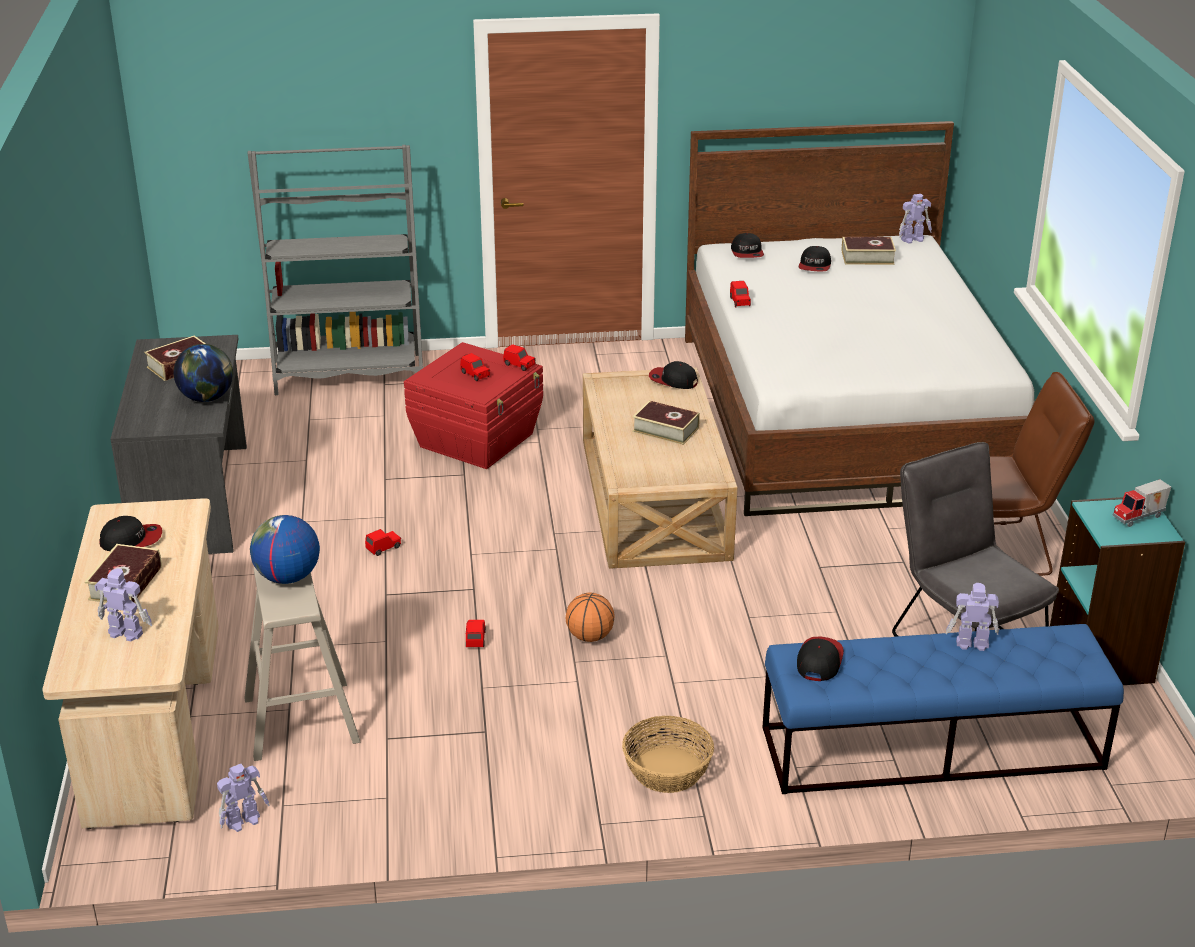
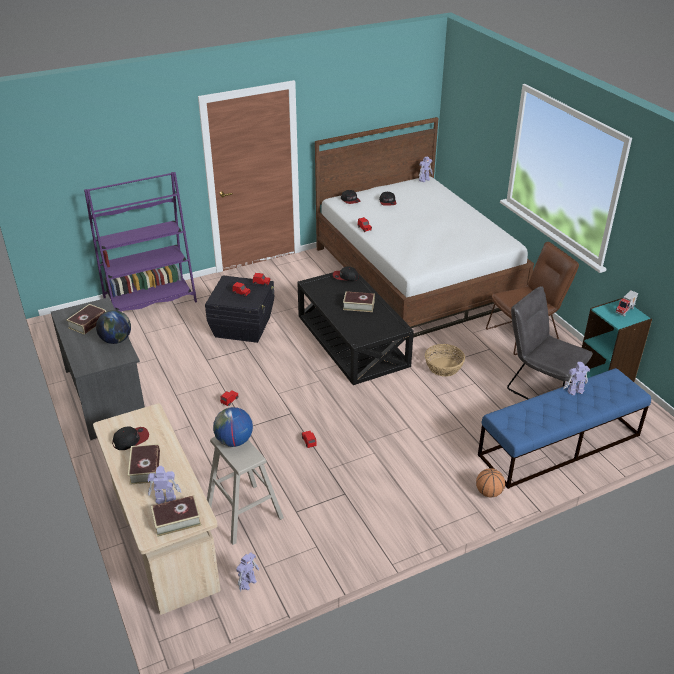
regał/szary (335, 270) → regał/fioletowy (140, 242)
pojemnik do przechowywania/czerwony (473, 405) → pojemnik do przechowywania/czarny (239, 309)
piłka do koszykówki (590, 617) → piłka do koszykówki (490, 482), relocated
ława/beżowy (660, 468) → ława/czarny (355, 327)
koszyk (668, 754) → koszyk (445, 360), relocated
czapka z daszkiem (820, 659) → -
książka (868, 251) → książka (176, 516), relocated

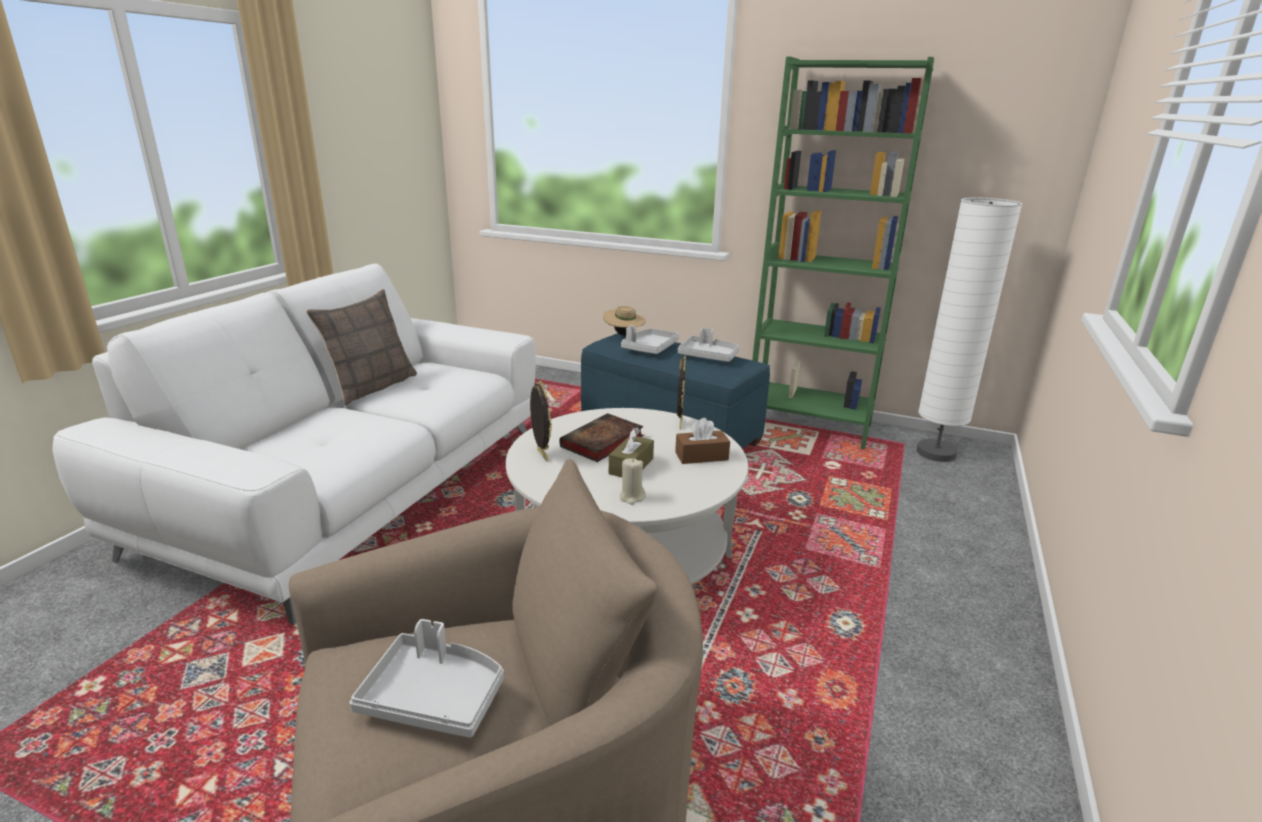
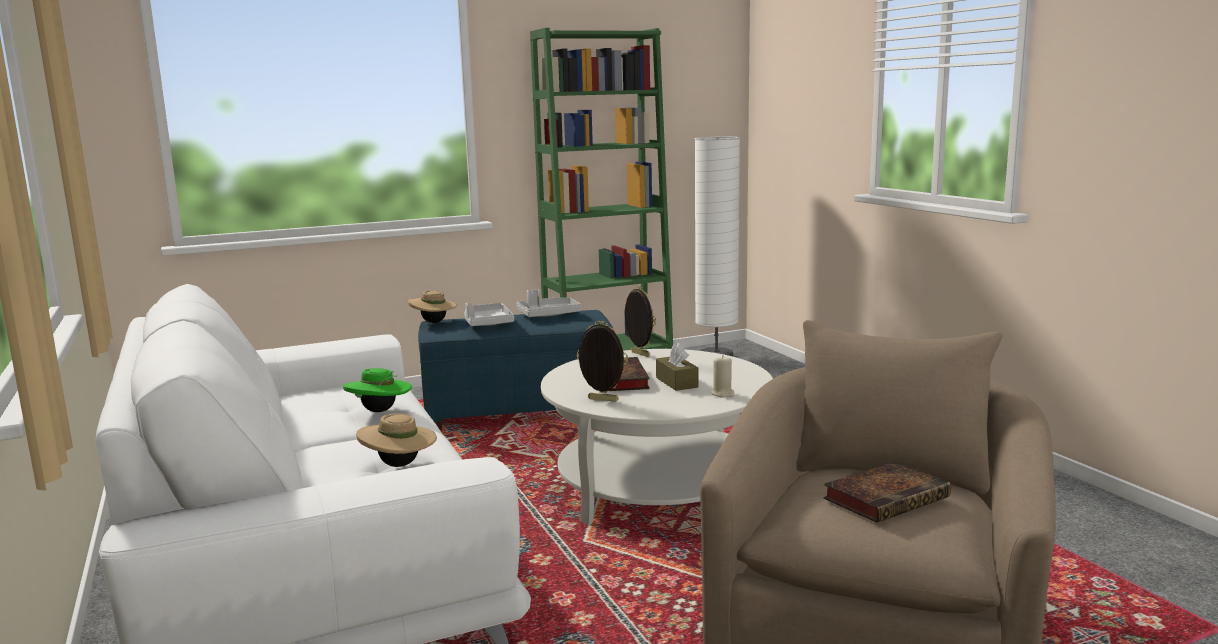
poduszka (361, 347) → -
taca/szary (426, 678) → książka (887, 492)
pudełko chusteczek/brązowy (702, 441) → -
- → kapelusz/zielony (377, 390)
- → kapelusz/beżowy (396, 440)

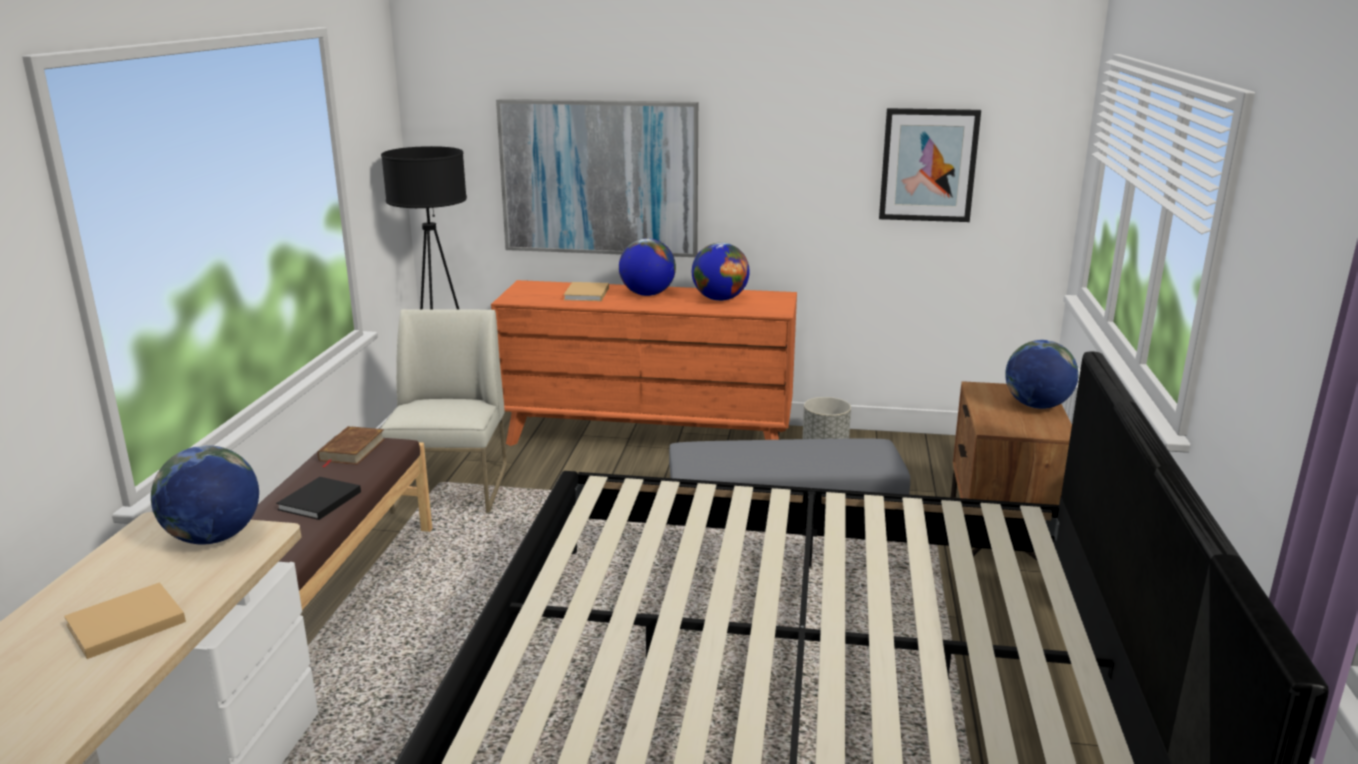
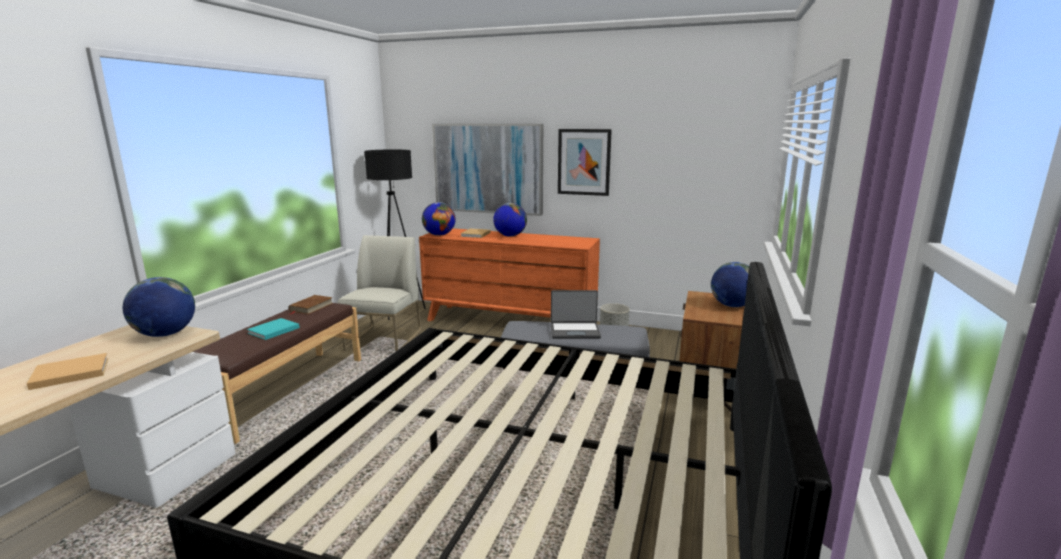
książka/czarny (318, 498) → książka/turkusowy (273, 329)
globus (721, 271) → globus (439, 219), relocated
obraz (930, 165) → obraz (585, 162), relocated
- → laptop (576, 314)

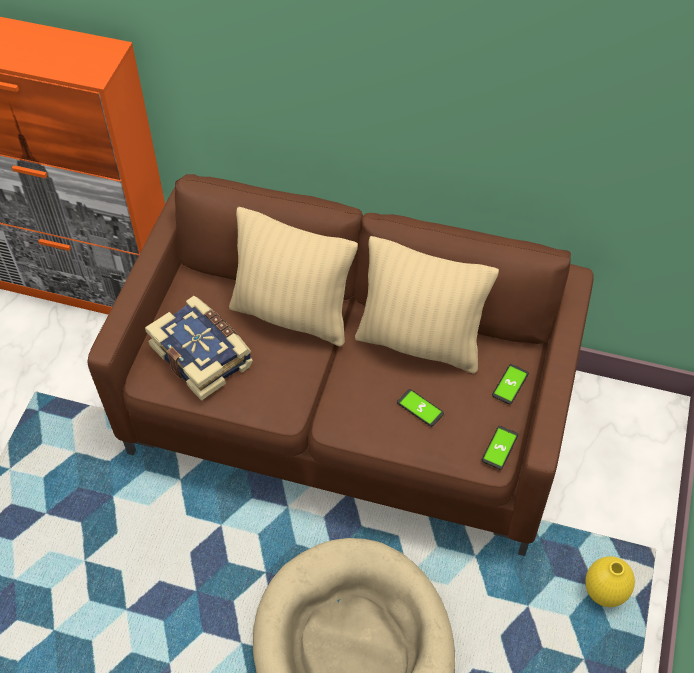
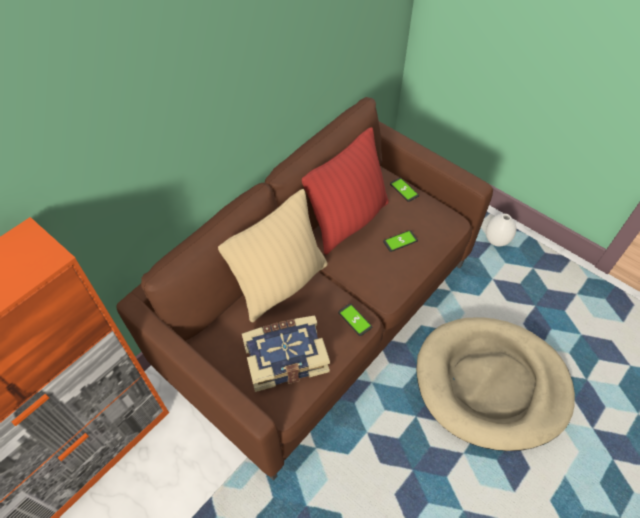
poduszka/beżowy (427, 305) → poduszka/czerwony (345, 190)
telefon (500, 447) → telefon (355, 320), relocated
wazon/żółty (610, 581) → wazon/biały (501, 230)

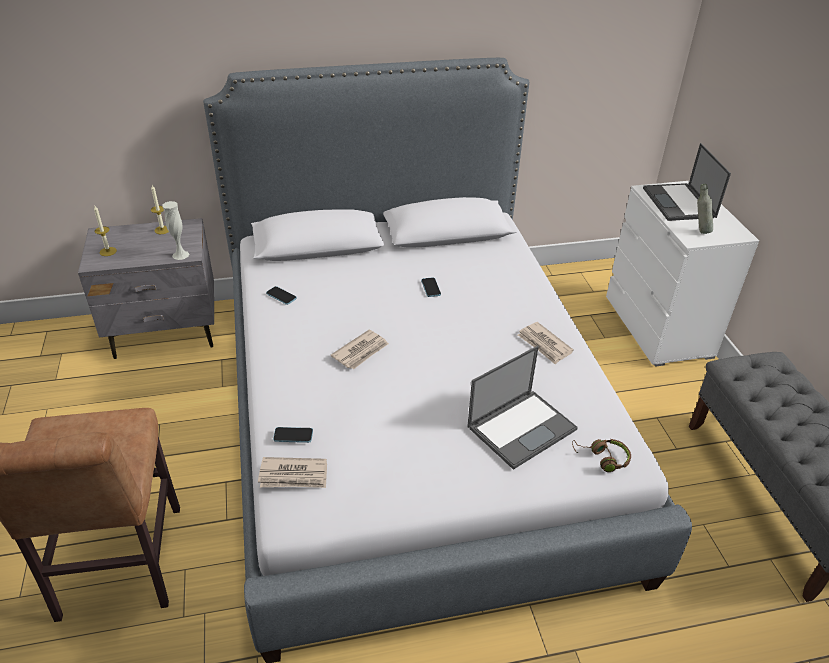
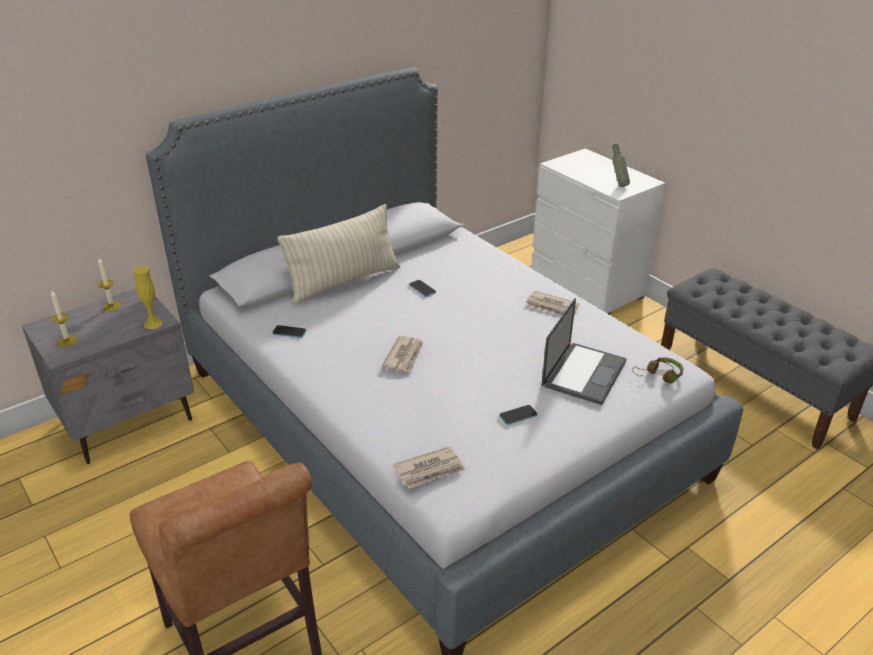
wazon/biały (175, 230) → wazon/żółty (147, 297)
telefon (293, 435) → telefon (518, 415), relocated
laptop (687, 182) → -
- → poduszka/beżowy (338, 254)

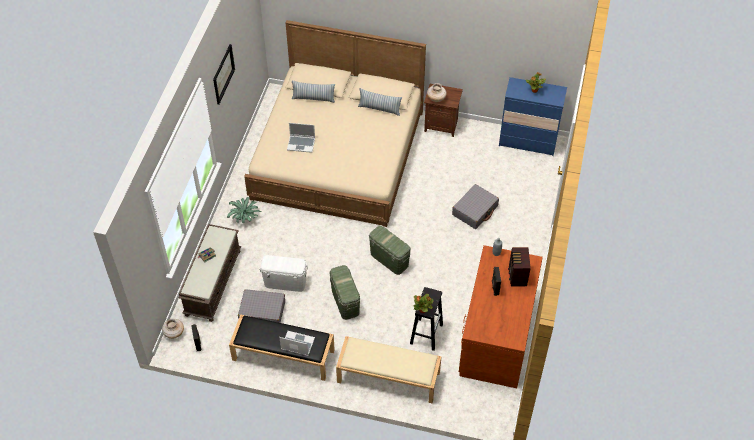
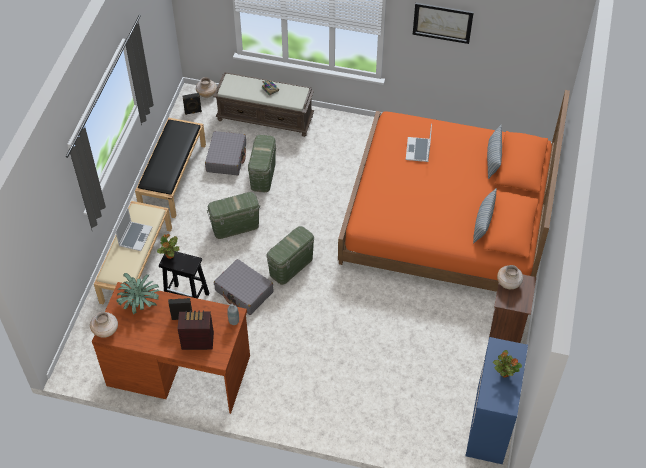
roślina doniczkowa (244, 210) → roślina doniczkowa (137, 293), relocated
łóżko/beżowy (335, 123) → łóżko/pomarańczowy (454, 191)
pojemnik do przechowywania/biały (284, 273) → pojemnik do przechowywania/zielony (262, 163)
laptop (297, 343) → laptop (133, 229), relocated
walizka/szary (475, 206) → walizka/szary (243, 287), relocated
- → wazon/beżowy (104, 325)

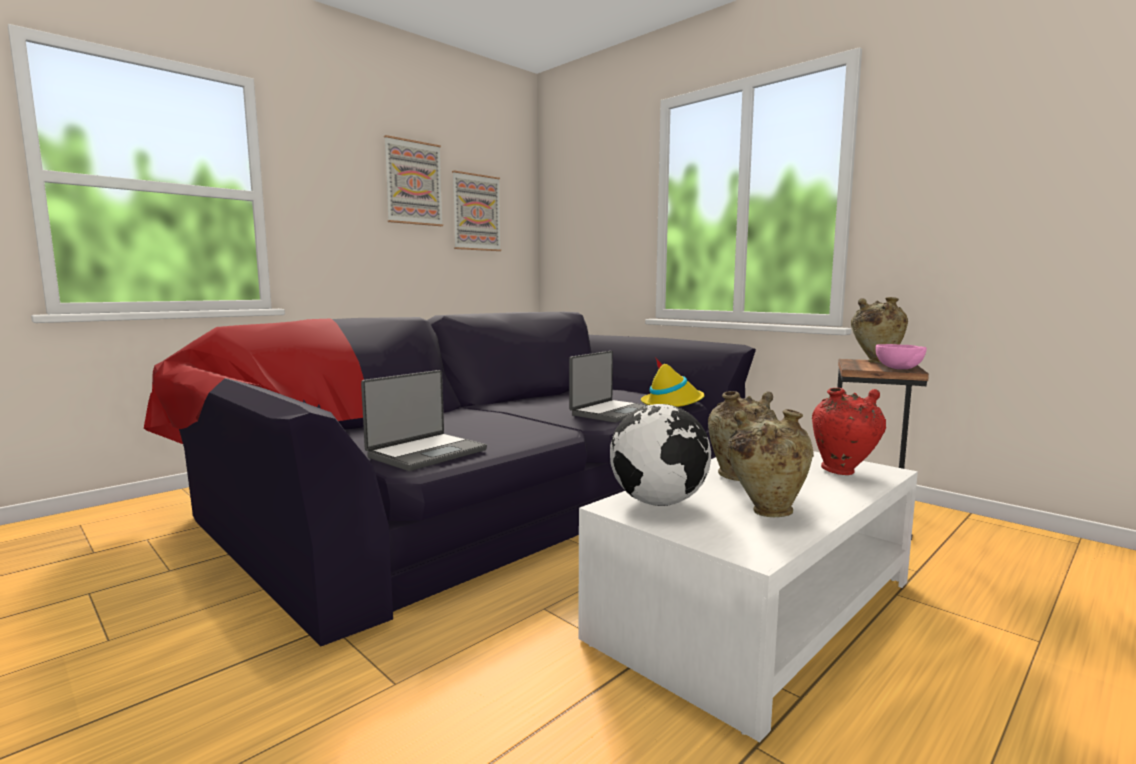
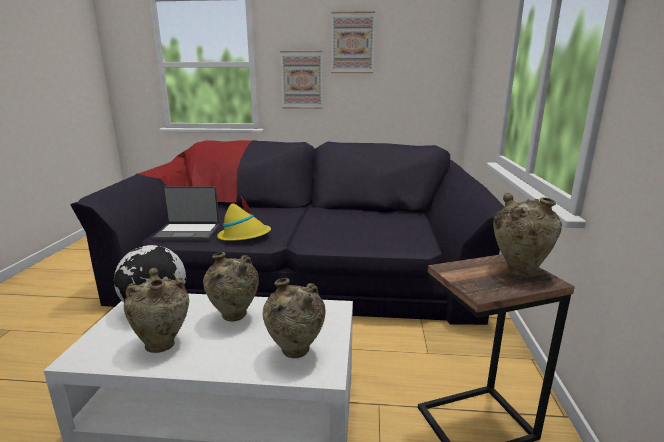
obraz (476, 211) → obraz (301, 80), relocated
laptop (608, 387) → -
kapelusz/żółty (672, 382) → kapelusz/żółty (244, 219), relocated
wazon/czerwony (849, 431) → wazon/beżowy (294, 318)
miska/różowy (901, 356) → -

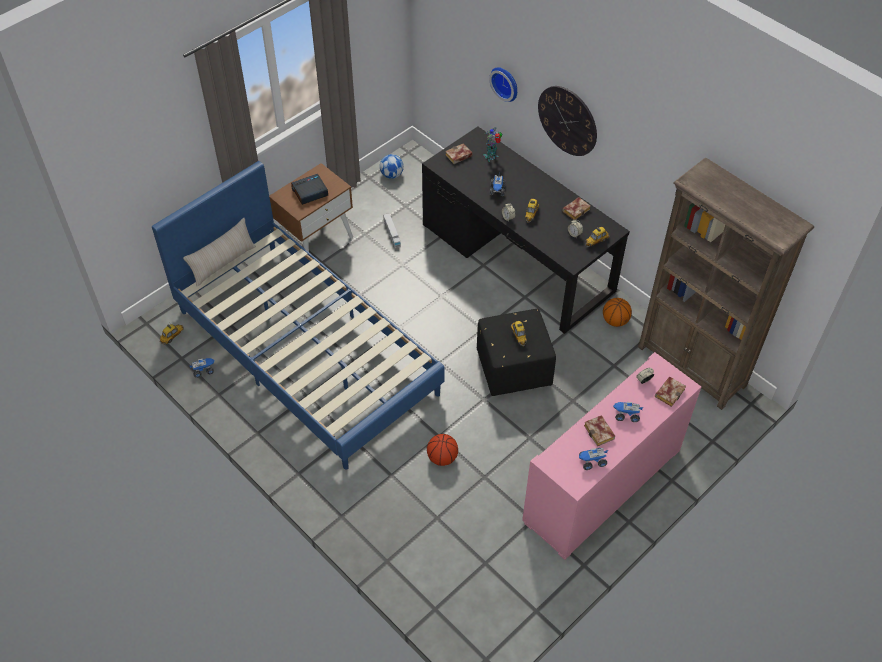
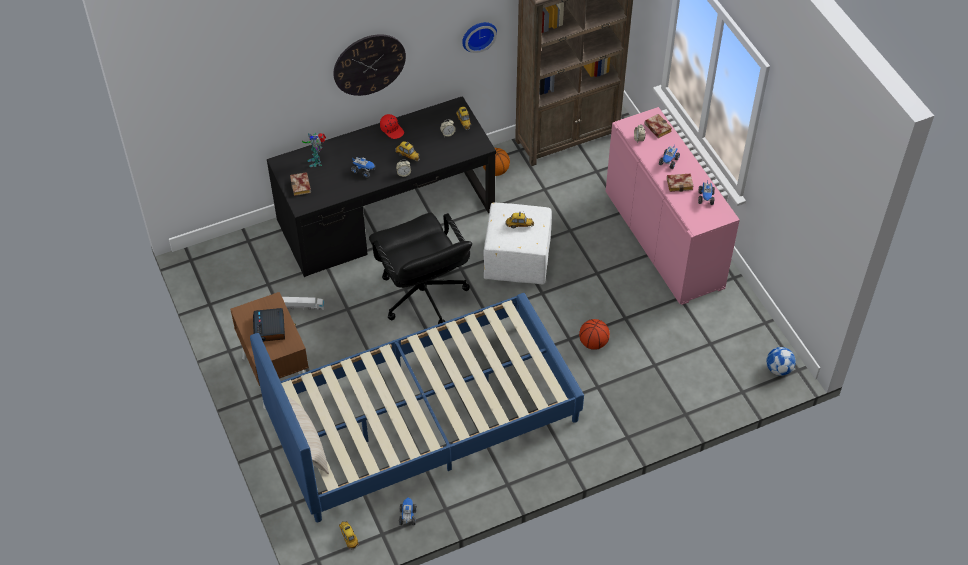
piłka futbolowa (392, 166) → piłka futbolowa (781, 361), relocated
pufa/czarny (516, 352) → pufa/biały (517, 243)
zegar ścienny (503, 84) → zegar ścienny (479, 37), relocated
książka (576, 208) → -
- → krzesło biurowe/czarny (420, 268)
- → czapka z daszkiem/czerwony (392, 126)

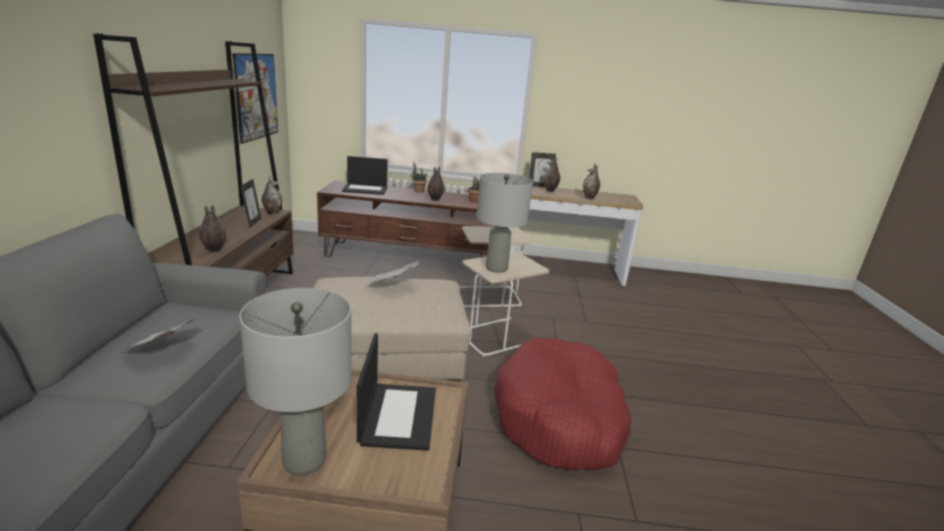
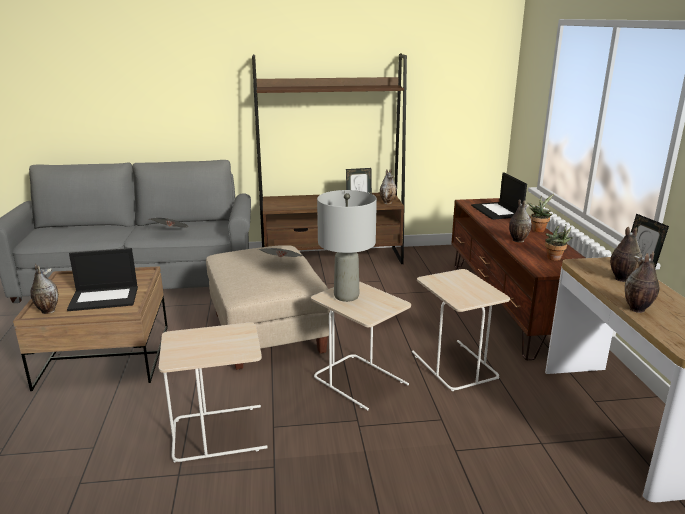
wazon (212, 228) → wazon (44, 289), relocated
obraz (255, 98) → -
lampa stołowa/szary (295, 381) → -
legowisko/czerwony (563, 404) → stolik/beżowy (213, 392)

